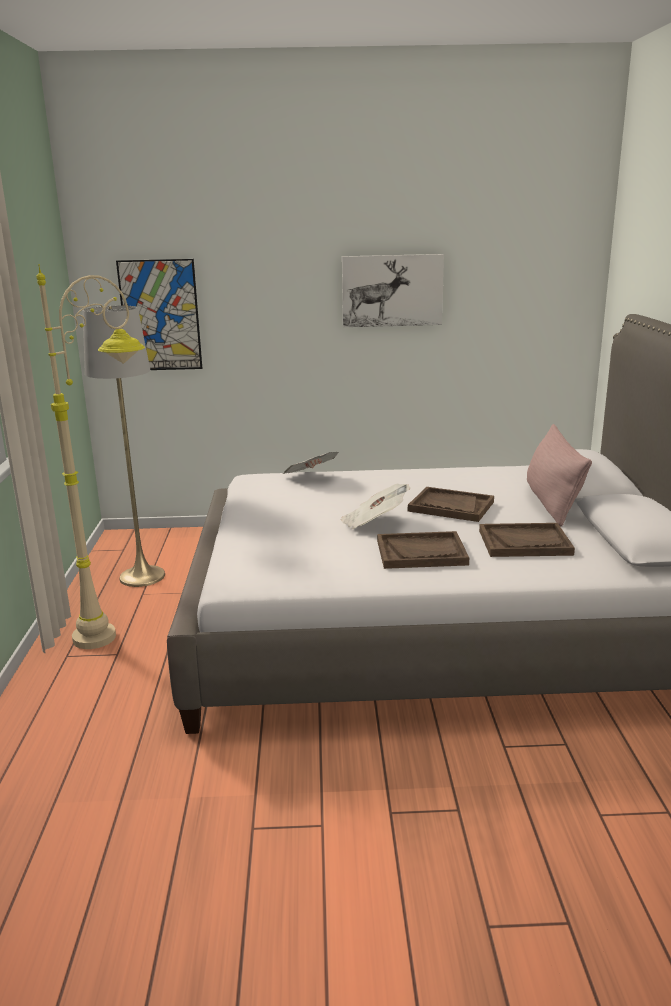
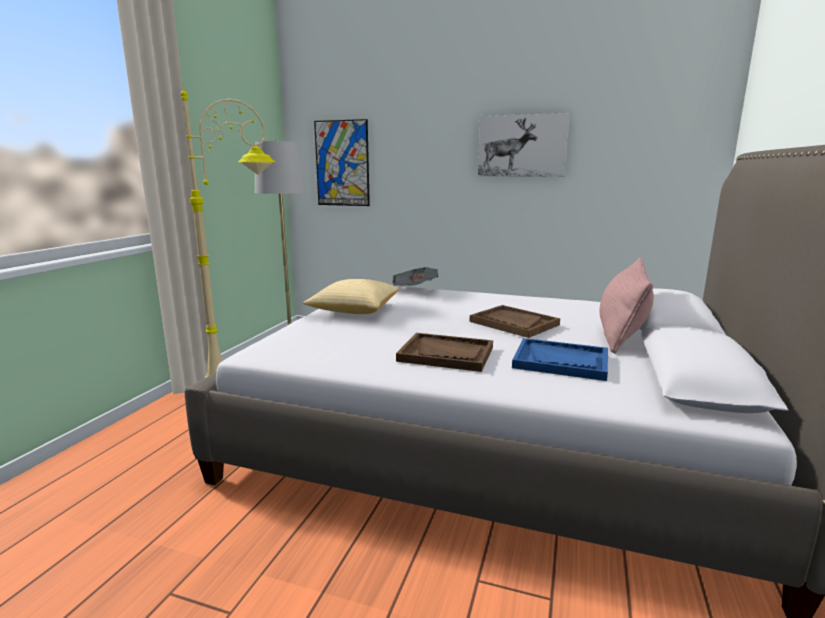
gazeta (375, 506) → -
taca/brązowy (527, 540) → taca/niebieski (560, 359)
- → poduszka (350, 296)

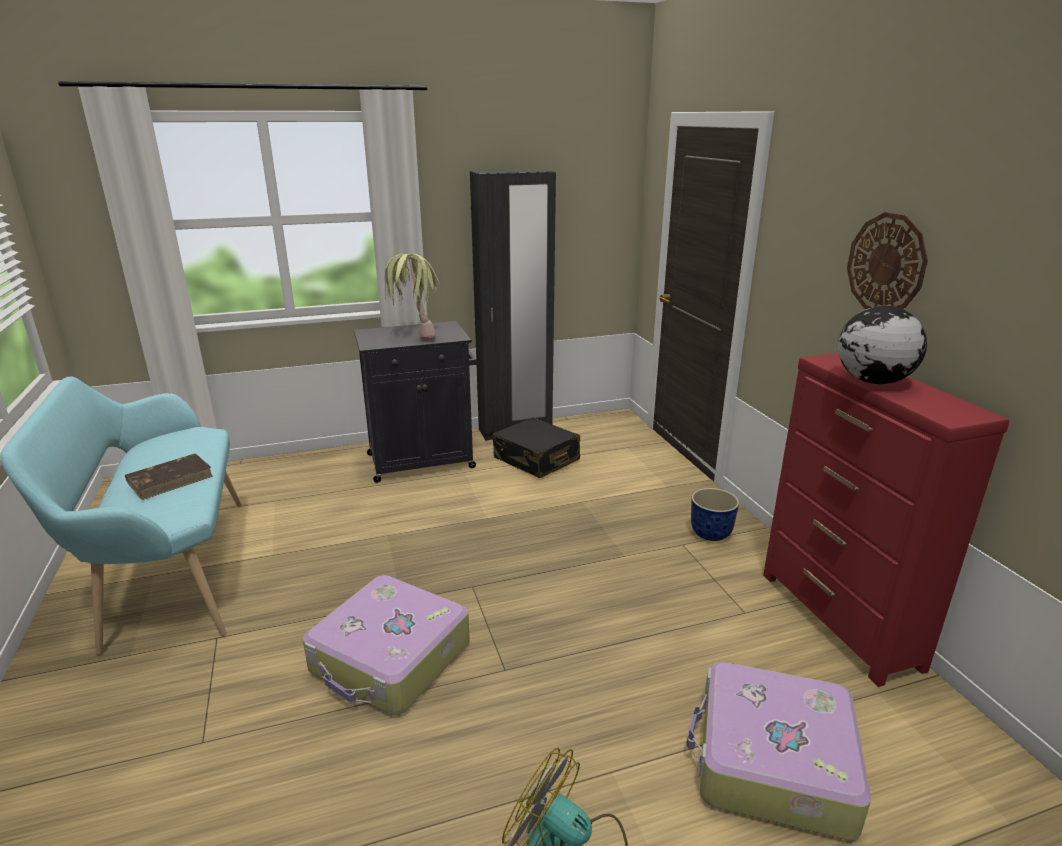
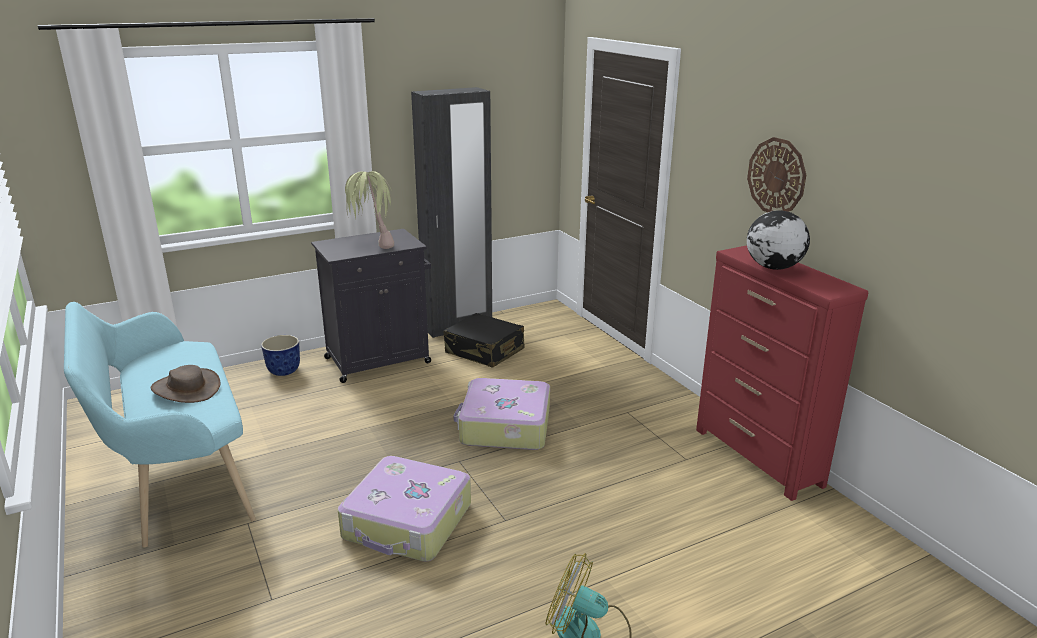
książka/brązowy (169, 476) → kapelusz/brązowy (185, 384)
walizka (778, 751) → walizka (502, 414), relocated
donica (715, 514) → donica (280, 355), relocated

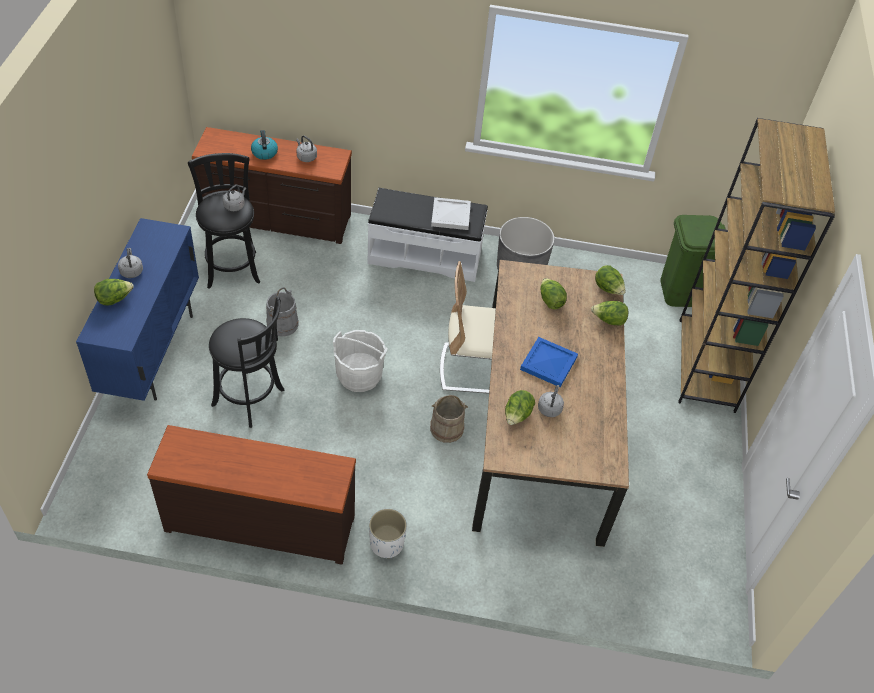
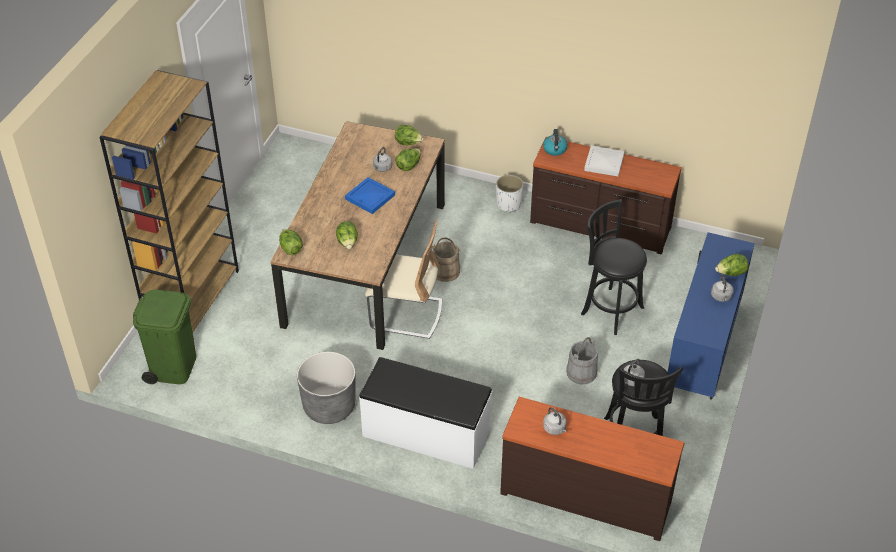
czajnik (264, 145) → czajnik (555, 142), relocated
wiadro/biały (360, 361) → -
taca/biały (451, 213) → taca/biały (604, 161), relocated
sałata (610, 313) → sałata (409, 135), relocated

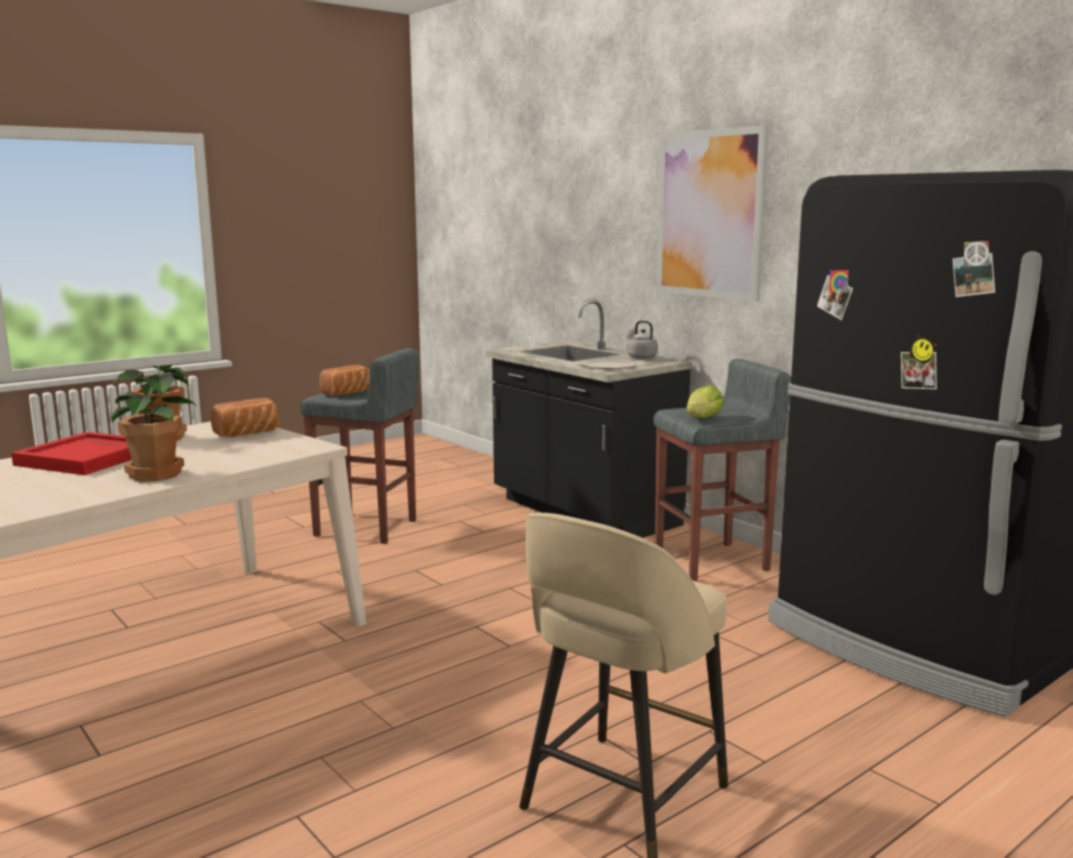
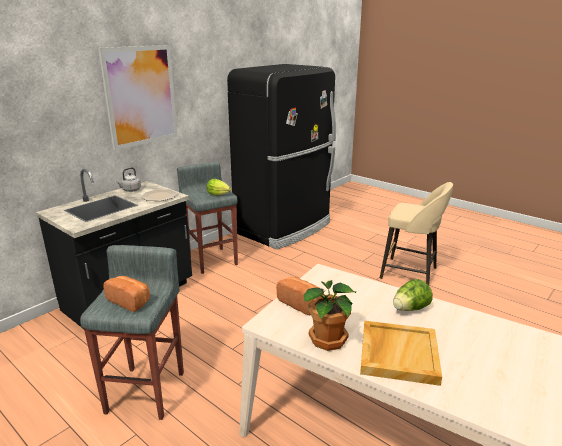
taca/czerwony (71, 453) → taca/beżowy (401, 353)
roślina doniczkowa (154, 437) → sałata (413, 295)

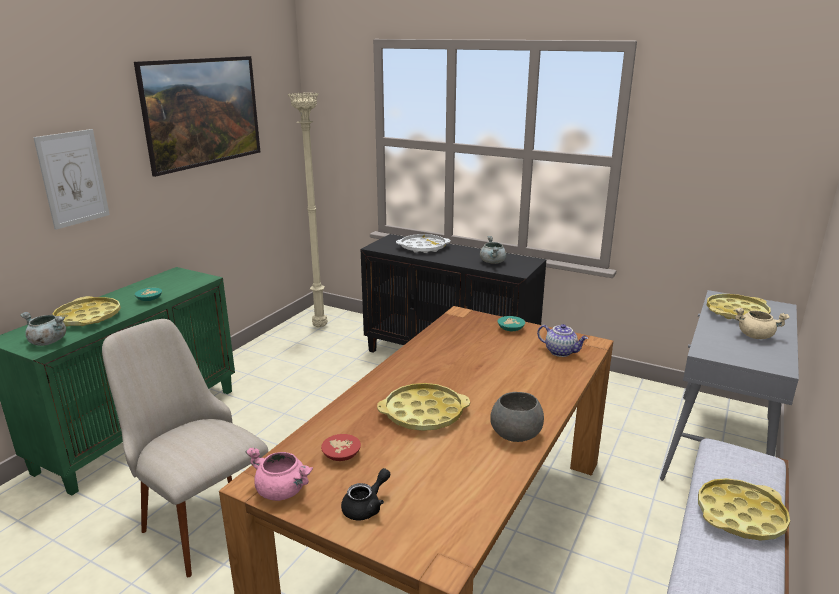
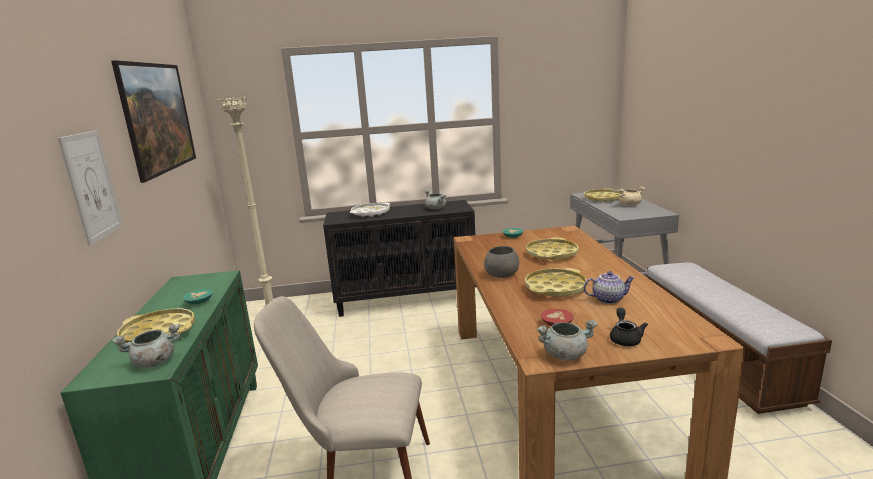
garnek/różowy (279, 474) → garnek/szary (567, 340)
miska/szary (517, 417) → miska/szary (501, 262), relocated
imbryk (562, 340) → imbryk (609, 287), relocated
taca/żółty (744, 509) → taca/żółty (552, 248), relocated

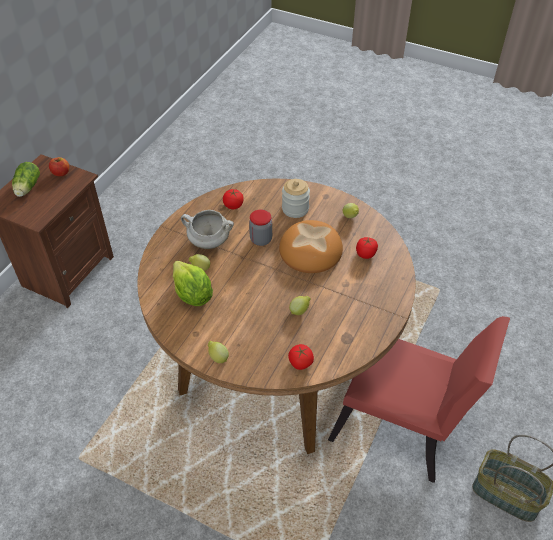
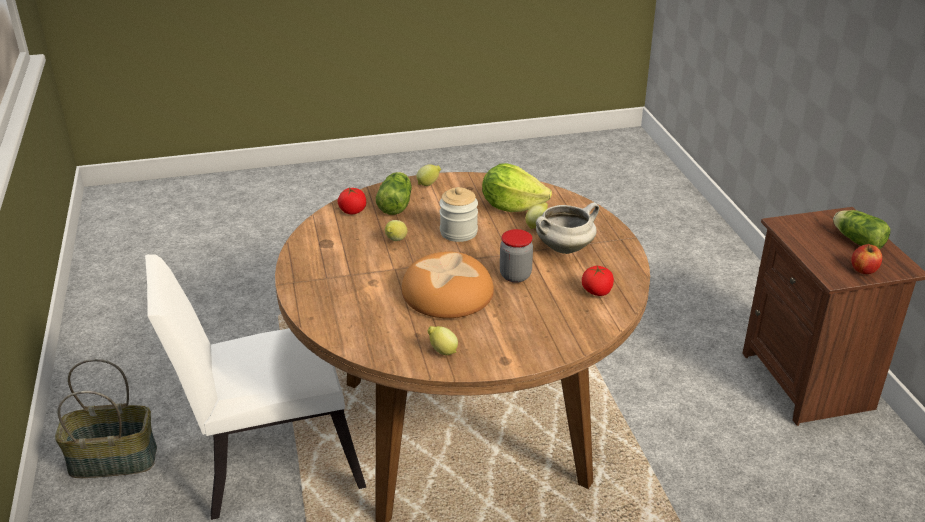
słoik (296, 198) → słoik (458, 214), relocated
krzesło/czerwony (419, 399) → krzesło/biały (255, 387)
pomidor (367, 248) → -
- → sałata (394, 193)

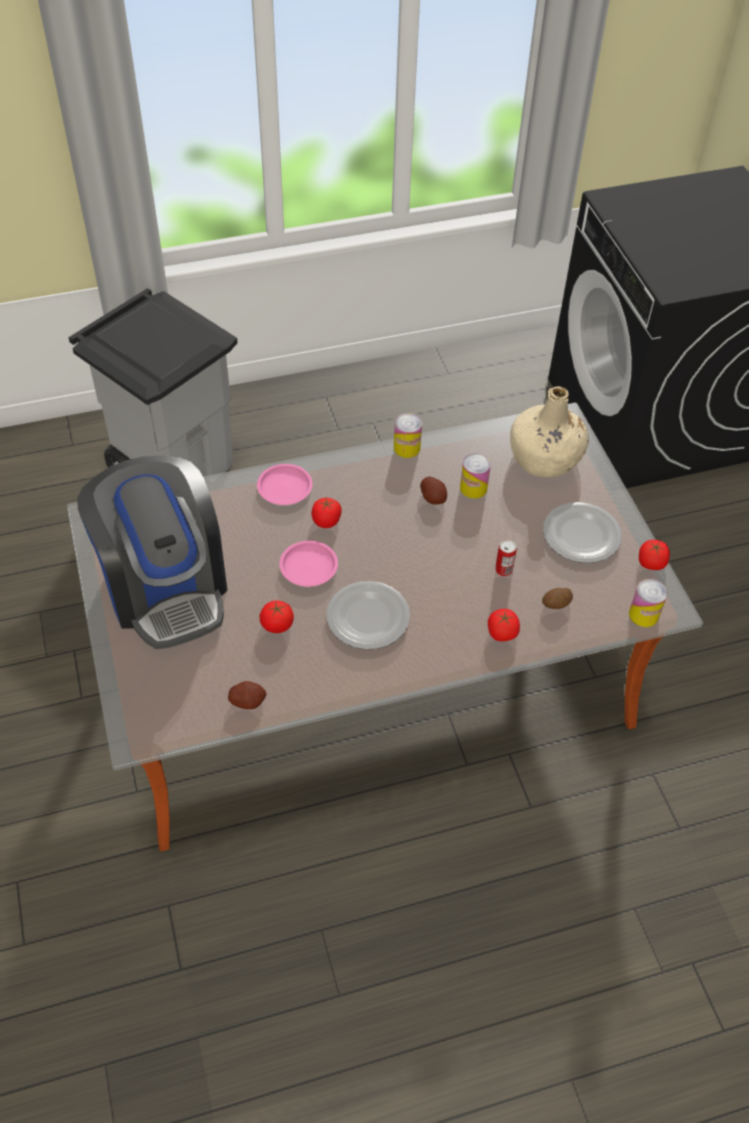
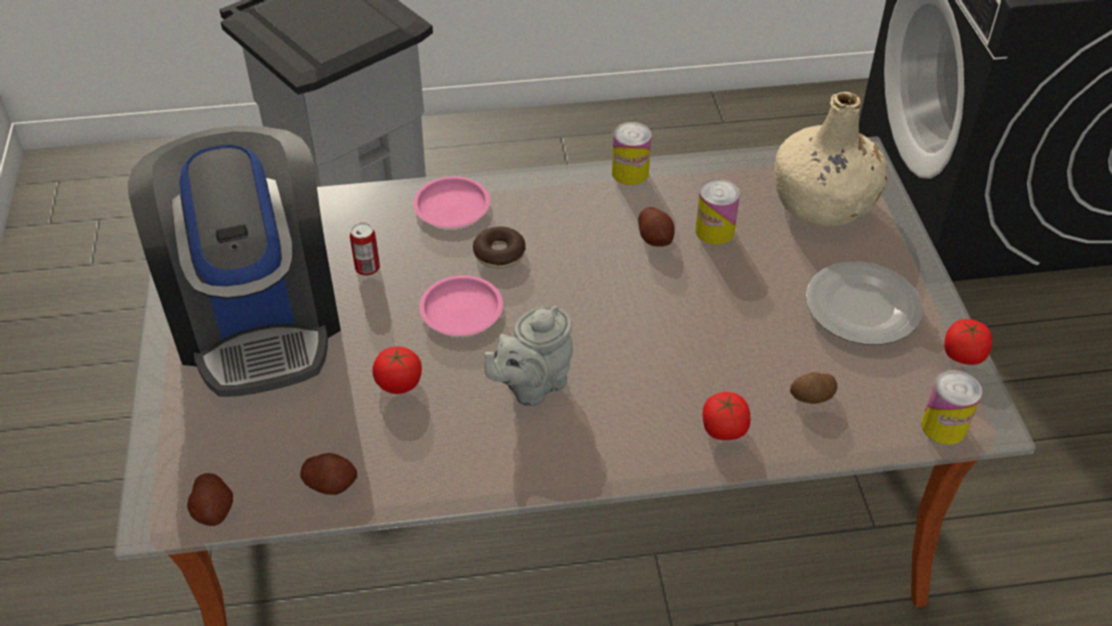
pomidor (327, 513) → donut (499, 247)
talerz (368, 615) → imbryk/szary (528, 356)
puszka (506, 558) → puszka (365, 249), relocated
- → ziemniak (210, 499)

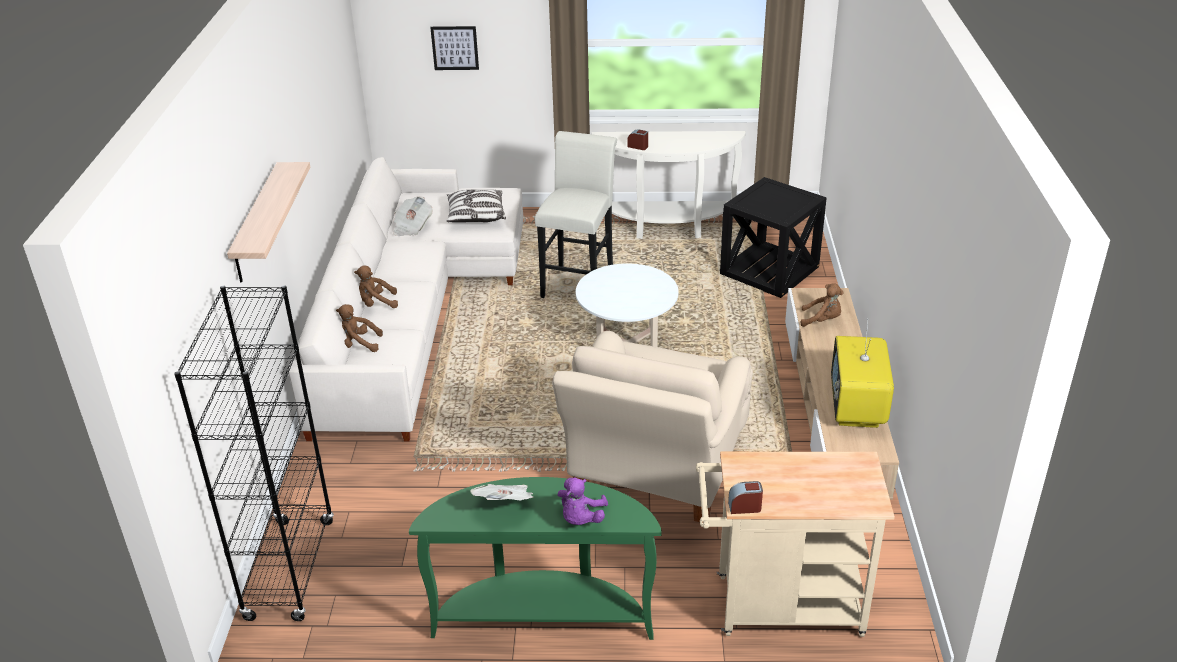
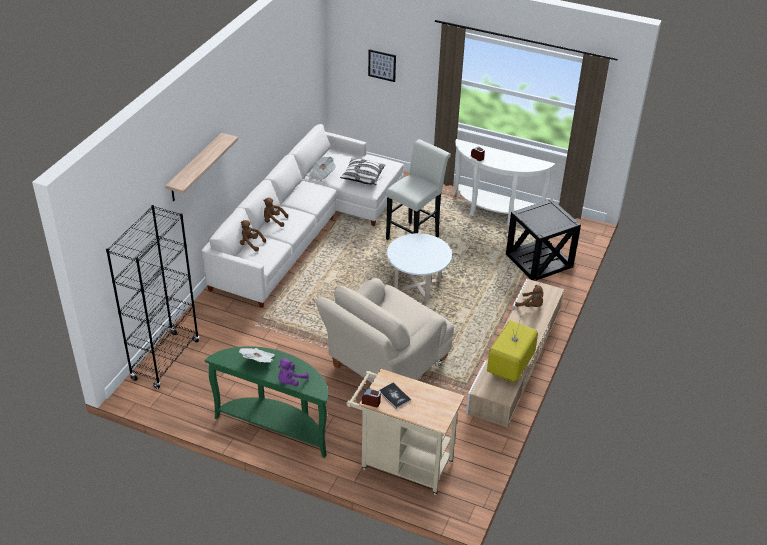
- → książka (395, 396)

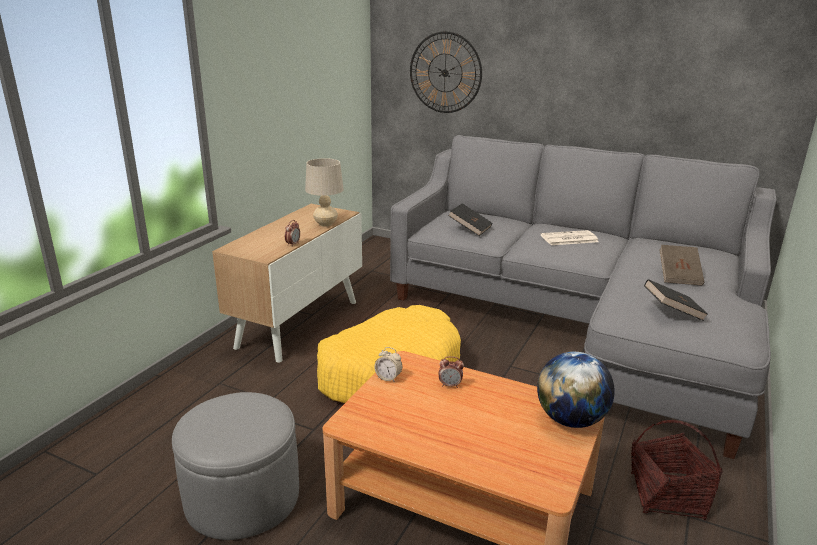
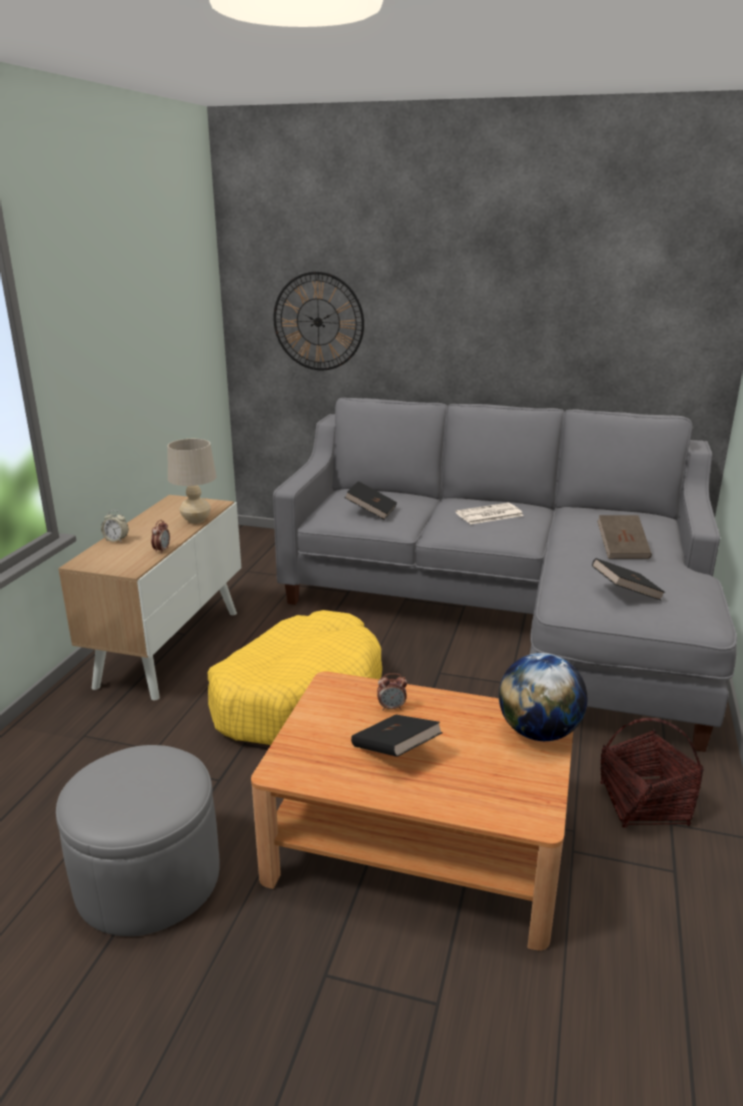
budzik (388, 364) → budzik (114, 526), relocated
- → książka/czarny (397, 736)

